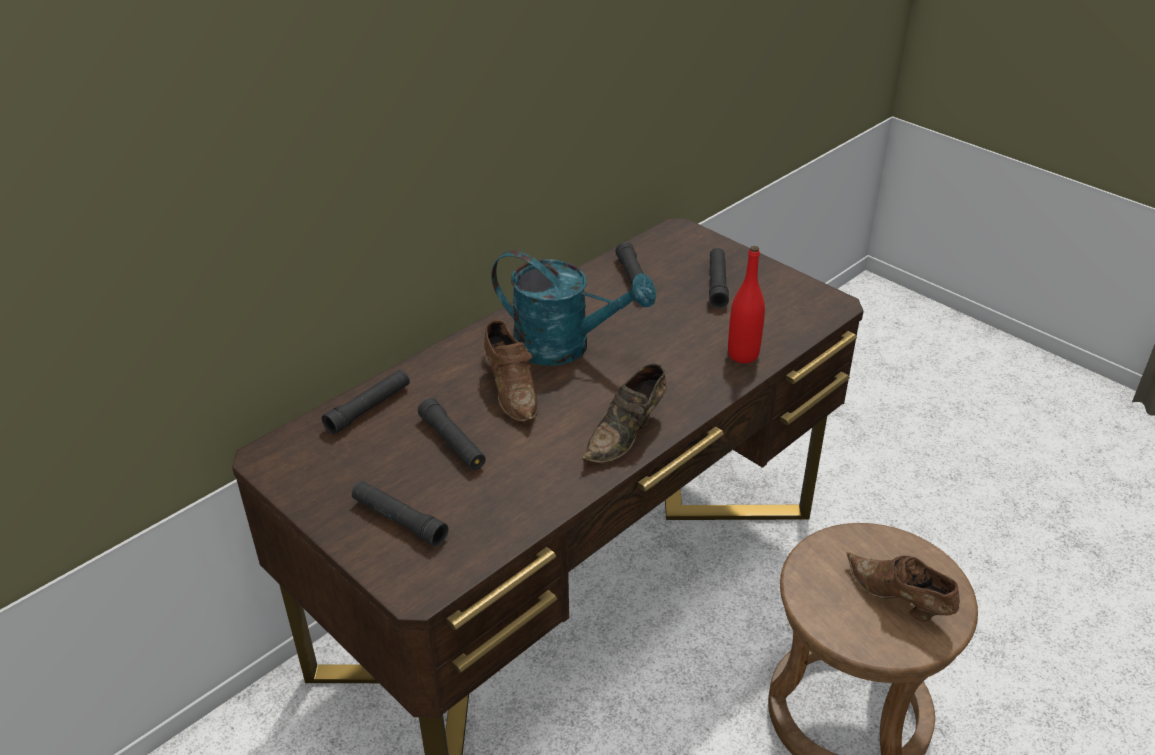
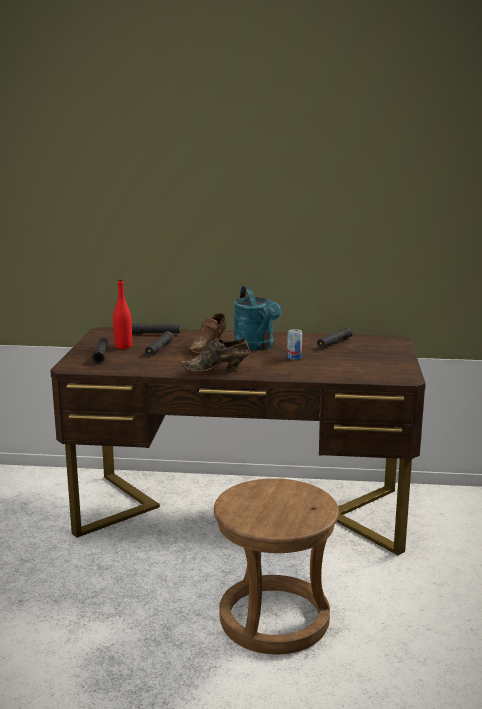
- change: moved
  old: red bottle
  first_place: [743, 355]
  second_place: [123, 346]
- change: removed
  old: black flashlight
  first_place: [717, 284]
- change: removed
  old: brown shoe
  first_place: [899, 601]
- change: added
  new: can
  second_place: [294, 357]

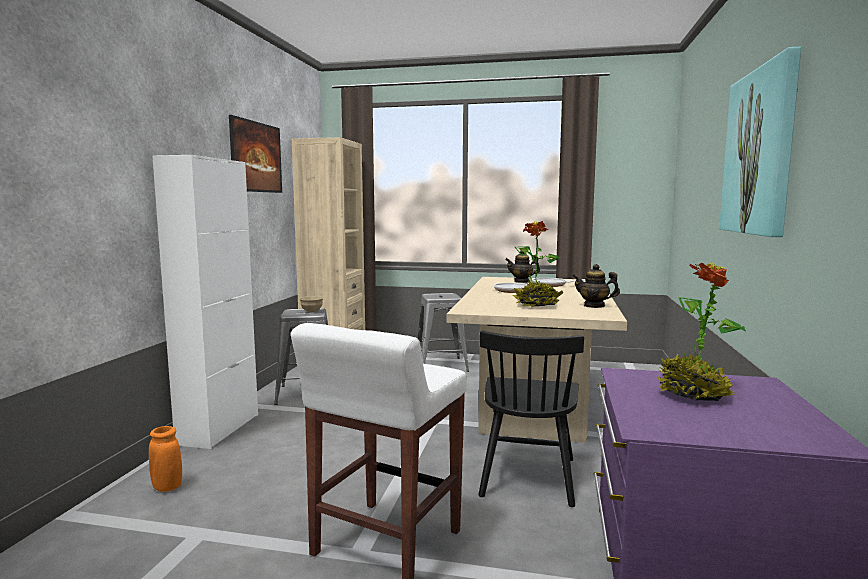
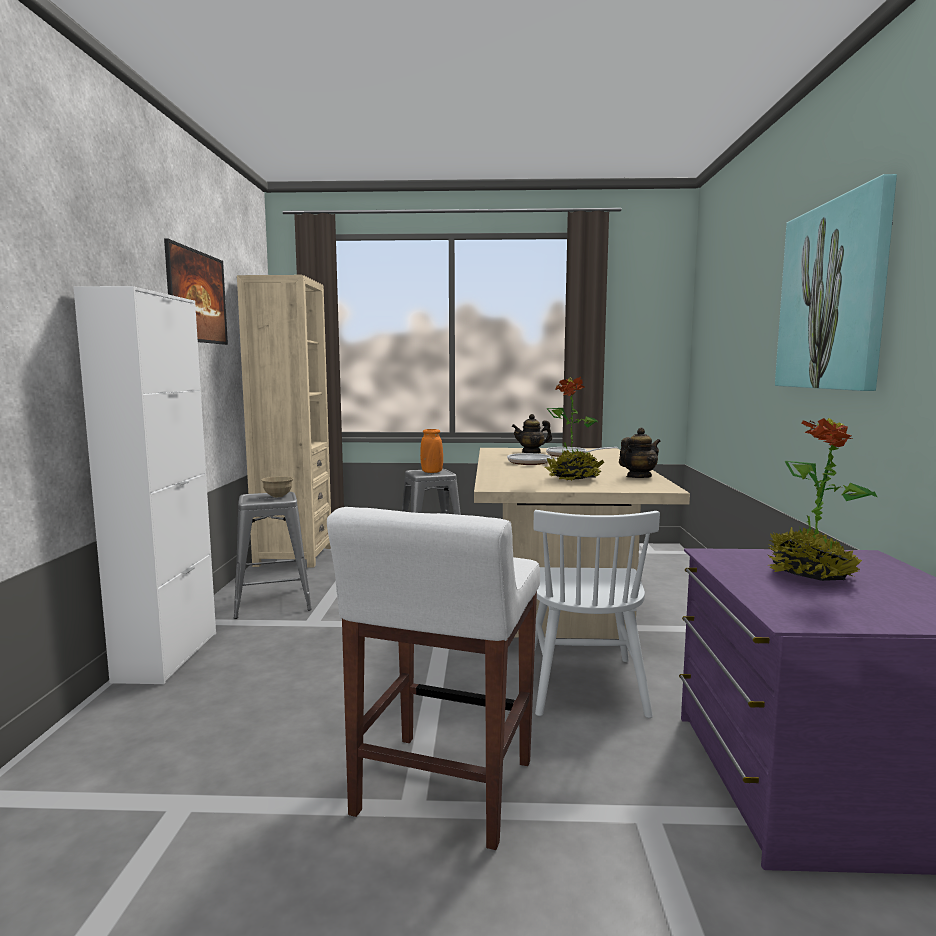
- change: turned
  old: teapot
  first_place: [594, 306]
  second_place: [638, 477]
  degrees: 135
- change: recoloured
  old: black chair
  new: white chair
  first_place: [527, 476]
  second_place: [584, 685]
- change: moved
  old: orange vase
  first_place: [167, 487]
  second_place: [431, 472]

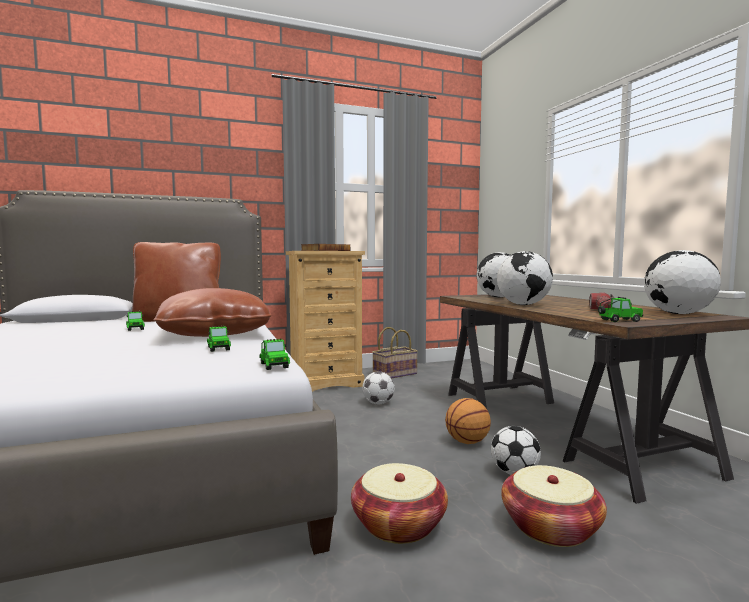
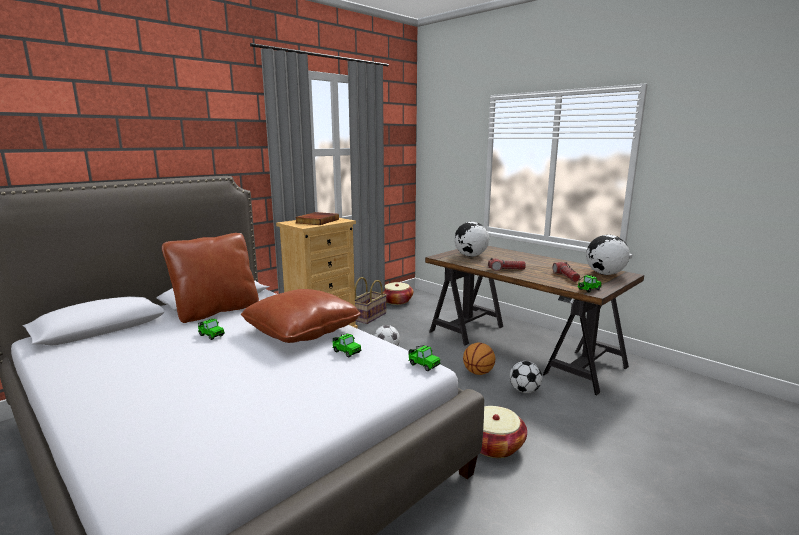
- change: replaced
  old: globe
  new: flashlight
  first_place: [523, 305]
  second_place: [506, 270]
- change: moved
  old: basket
  first_place: [550, 527]
  second_place: [396, 301]

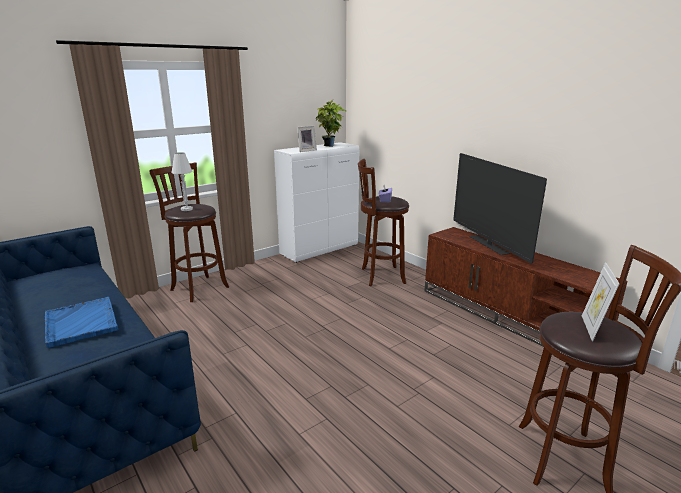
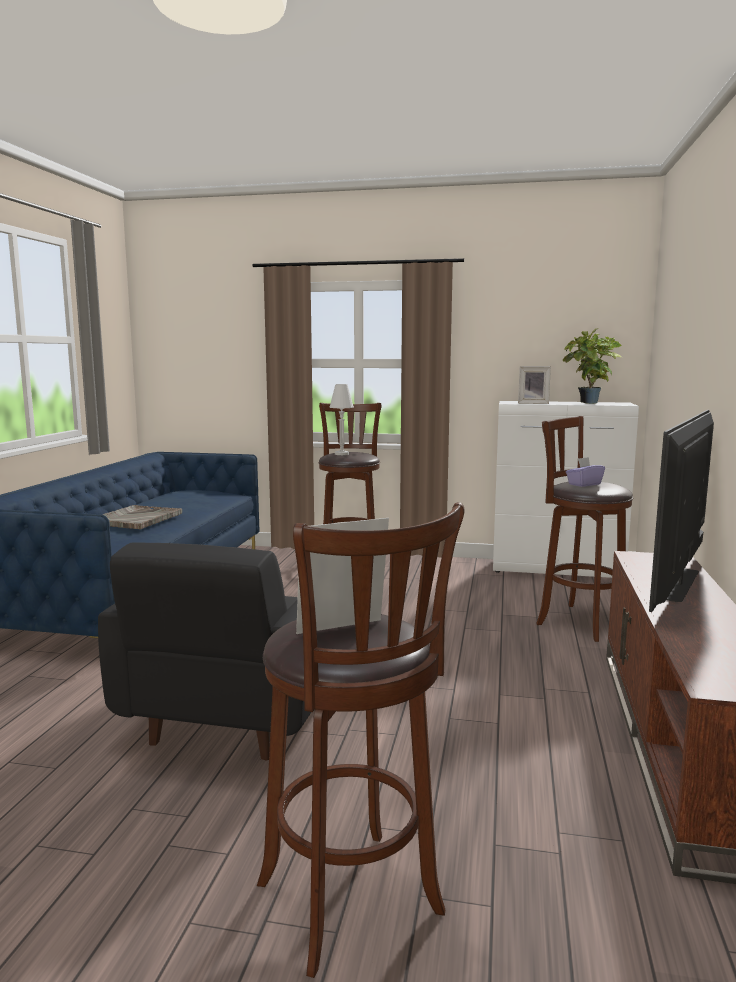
- change: recoloured
  old: blue tray
  new: grey tray
  first_place: [81, 323]
  second_place: [136, 519]
- change: added
  new: black armchair
  second_place: [239, 711]

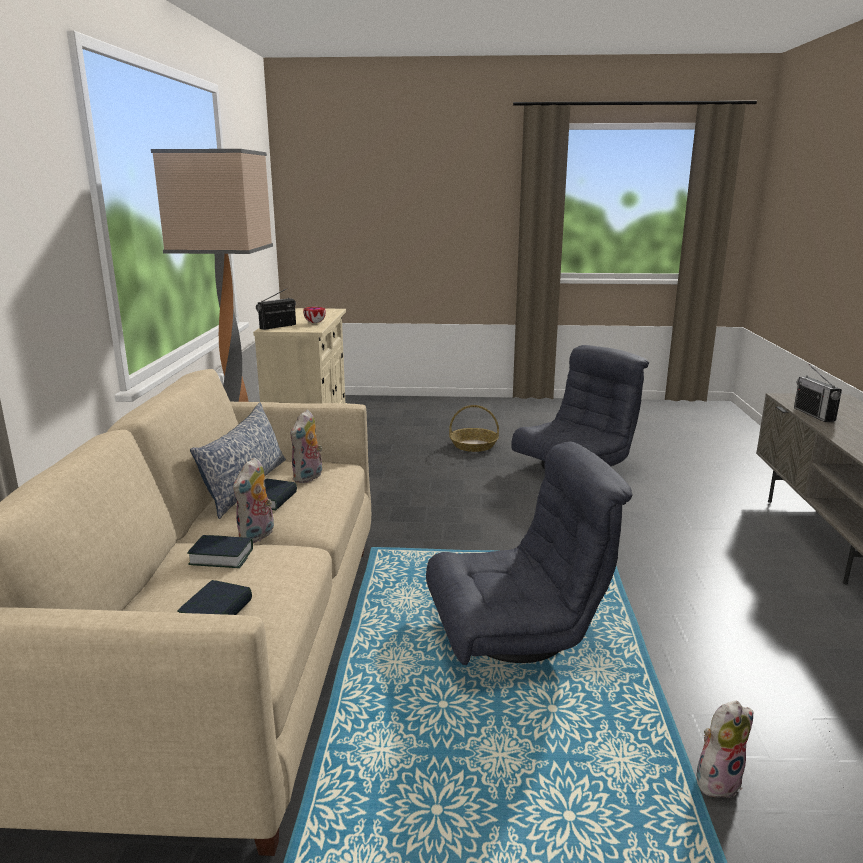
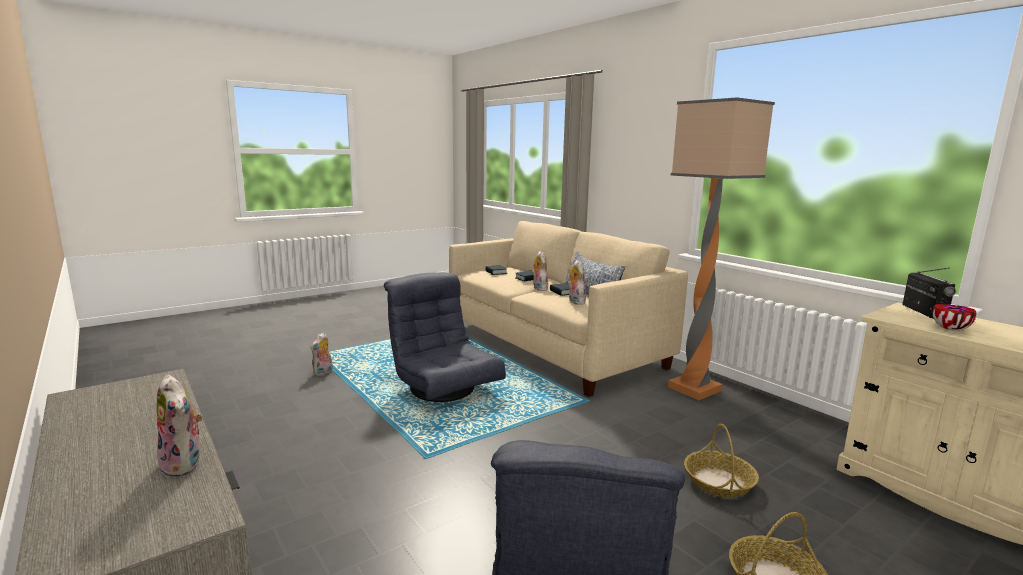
- change: replaced
  old: radio
  new: plush toy
  first_place: [814, 414]
  second_place: [185, 464]
- change: turned
  old: grey armchair
  first_place: [516, 634]
  second_place: [444, 388]
  degrees: 105
- change: added
  new: basket
  second_place: [719, 482]

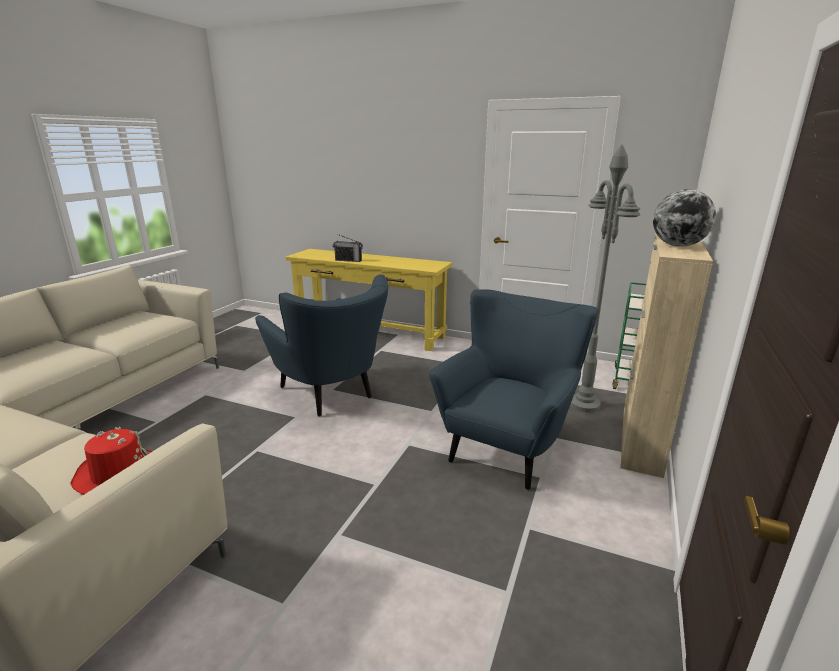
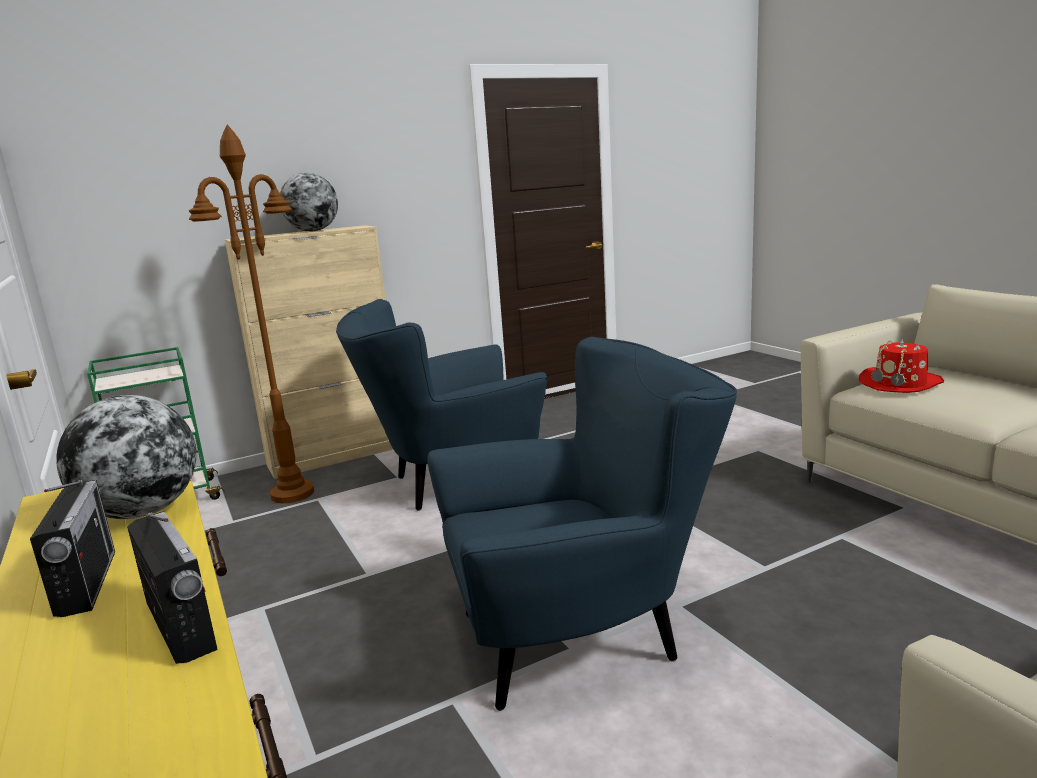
- change: recoloured
  old: grey floor lamp
  new: brown floor lamp
  first_place: [584, 405]
  second_place: [293, 493]
- change: turned
  old: blue armchair
  first_place: [330, 394]
  second_place: [583, 635]
  degrees: 75
- change: added
  new: globe
  second_place: [143, 512]
- change: added
  new: radio
  second_place: [87, 583]

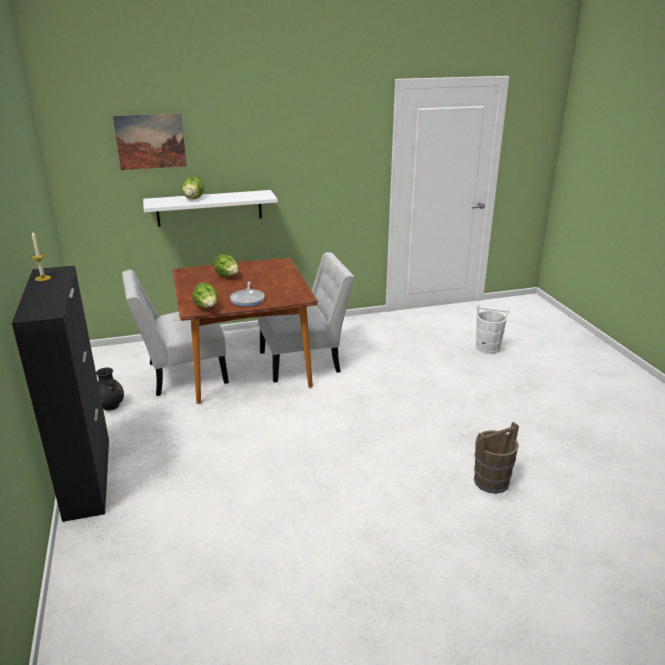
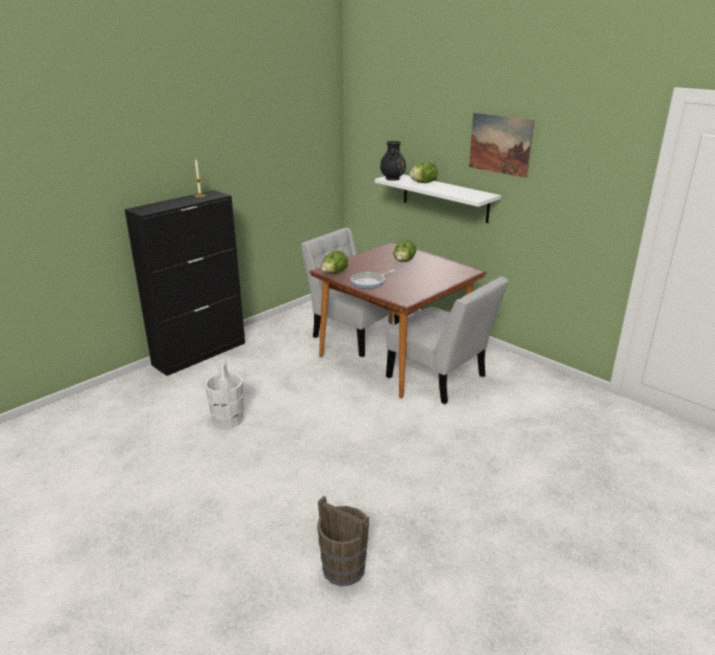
- change: moved
  old: picture
  first_place: [150, 141]
  second_place: [500, 144]
- change: moved
  old: white bucket
  first_place: [487, 347]
  second_place: [228, 419]
- change: moved
  old: black vase
  first_place: [110, 406]
  second_place: [392, 178]

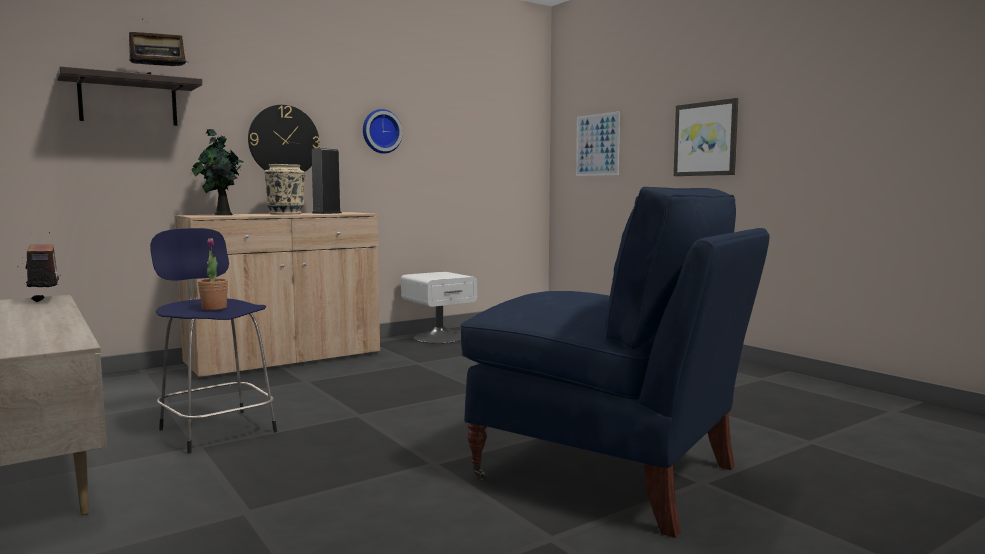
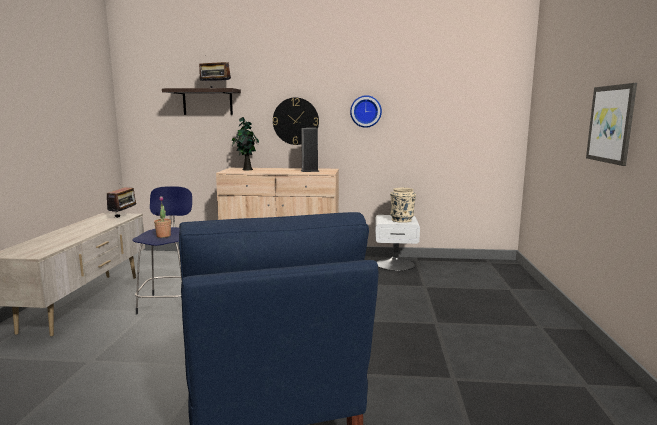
- change: removed
  old: picture
  first_place: [597, 145]
- change: moved
  old: beige vase
  first_place: [286, 214]
  second_place: [402, 220]

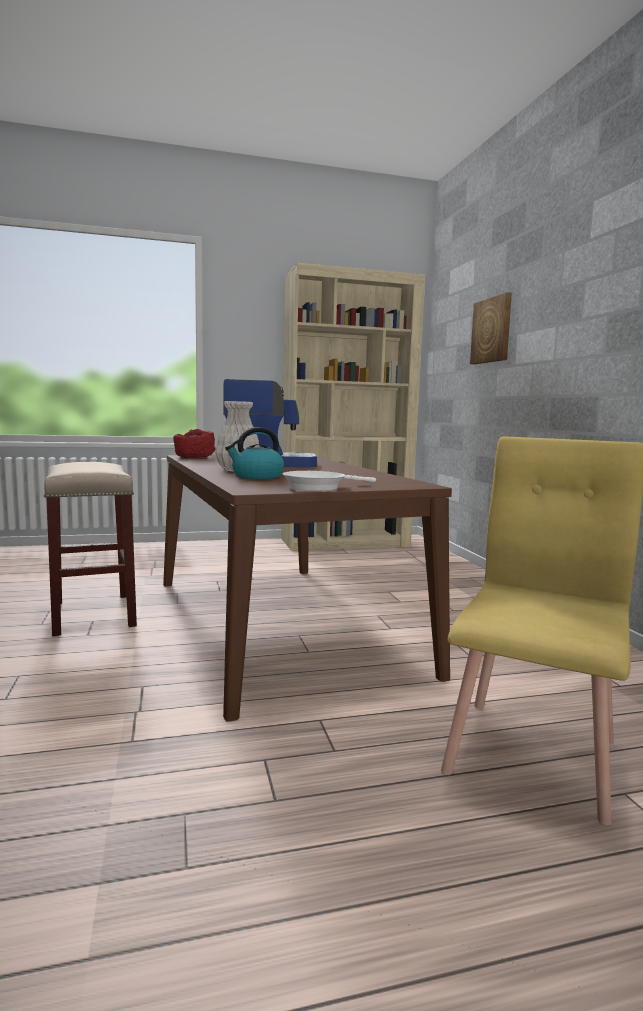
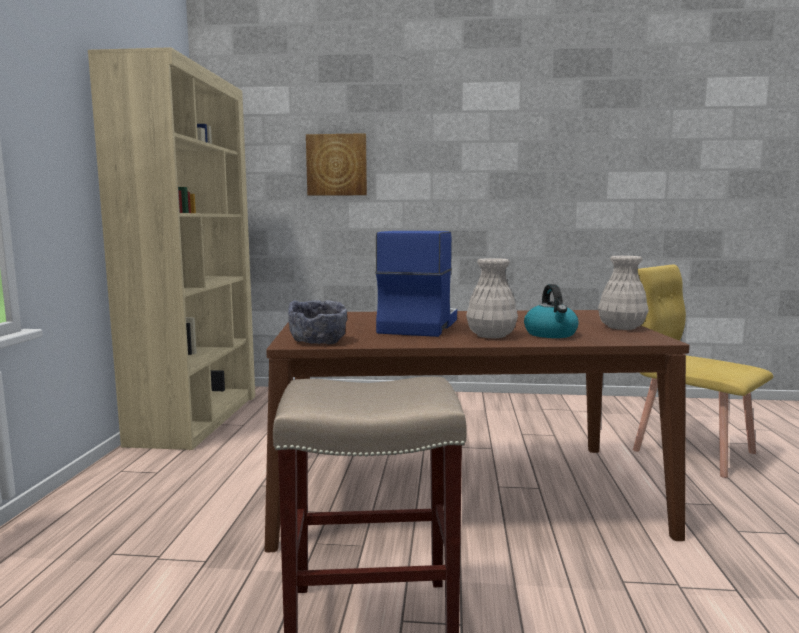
- change: recoloured
  old: red bowl
  new: grey bowl
  first_place: [194, 457]
  second_place: [318, 341]
- change: replaced
  old: white frying pan
  new: white vase
  first_place: [318, 487]
  second_place: [621, 327]

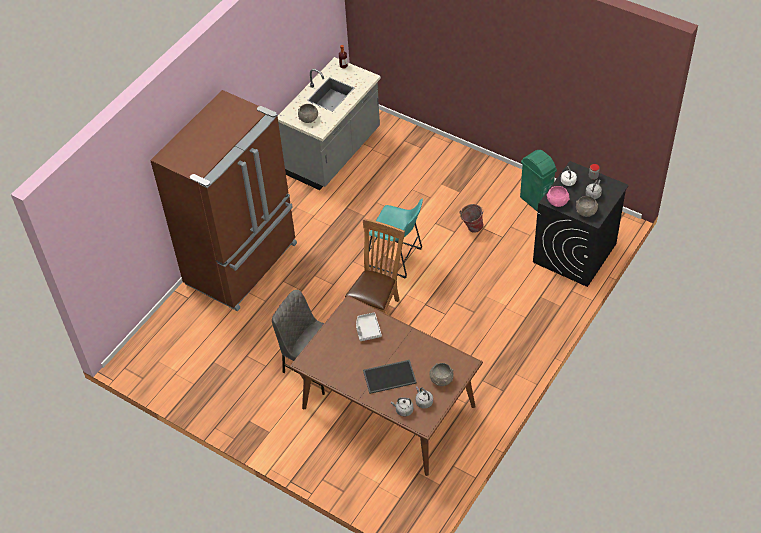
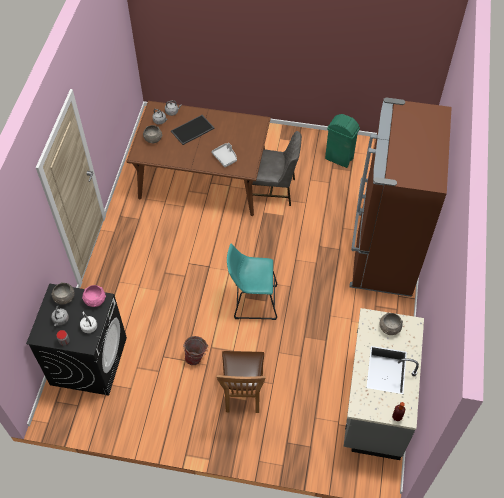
- change: moved
  old: green trash can
  first_place: [535, 201]
  second_place: [339, 159]
- change: moved
  old: brown chair
  first_place: [377, 308]
  second_place: [242, 395]

